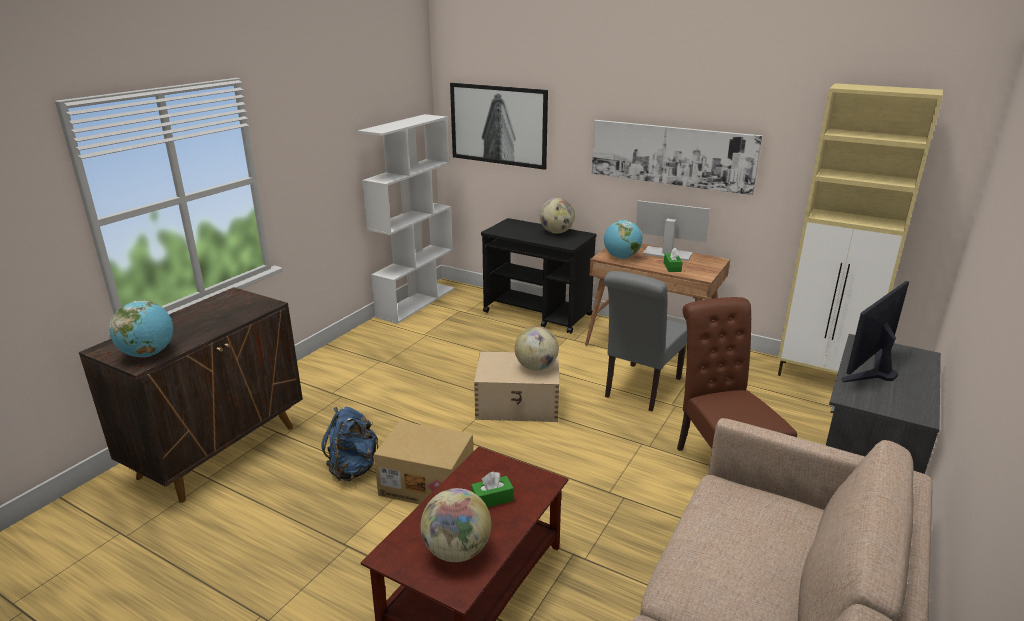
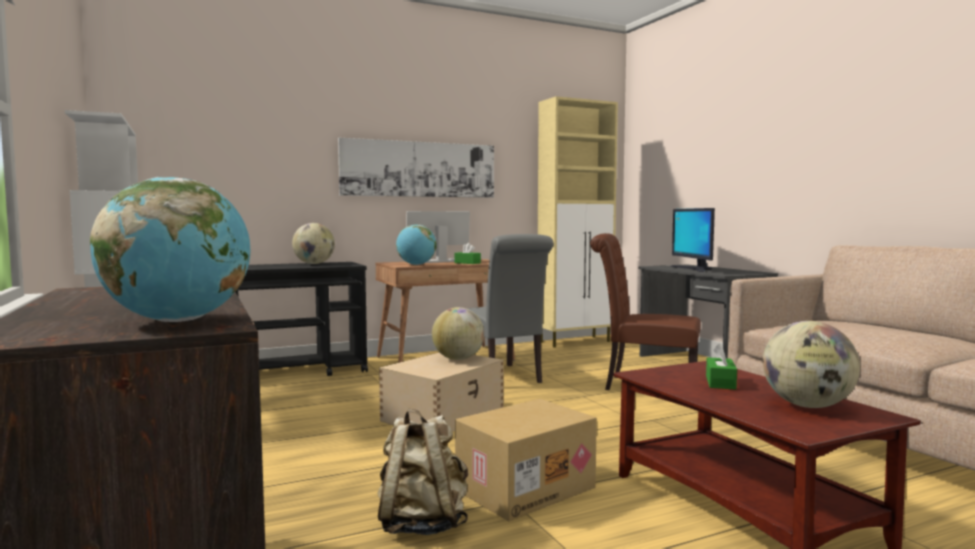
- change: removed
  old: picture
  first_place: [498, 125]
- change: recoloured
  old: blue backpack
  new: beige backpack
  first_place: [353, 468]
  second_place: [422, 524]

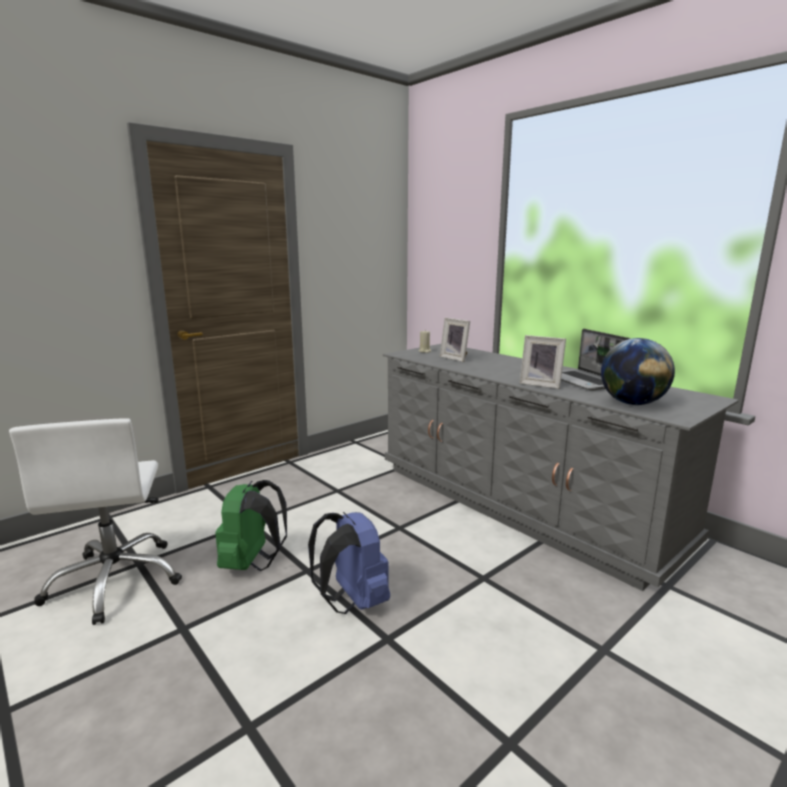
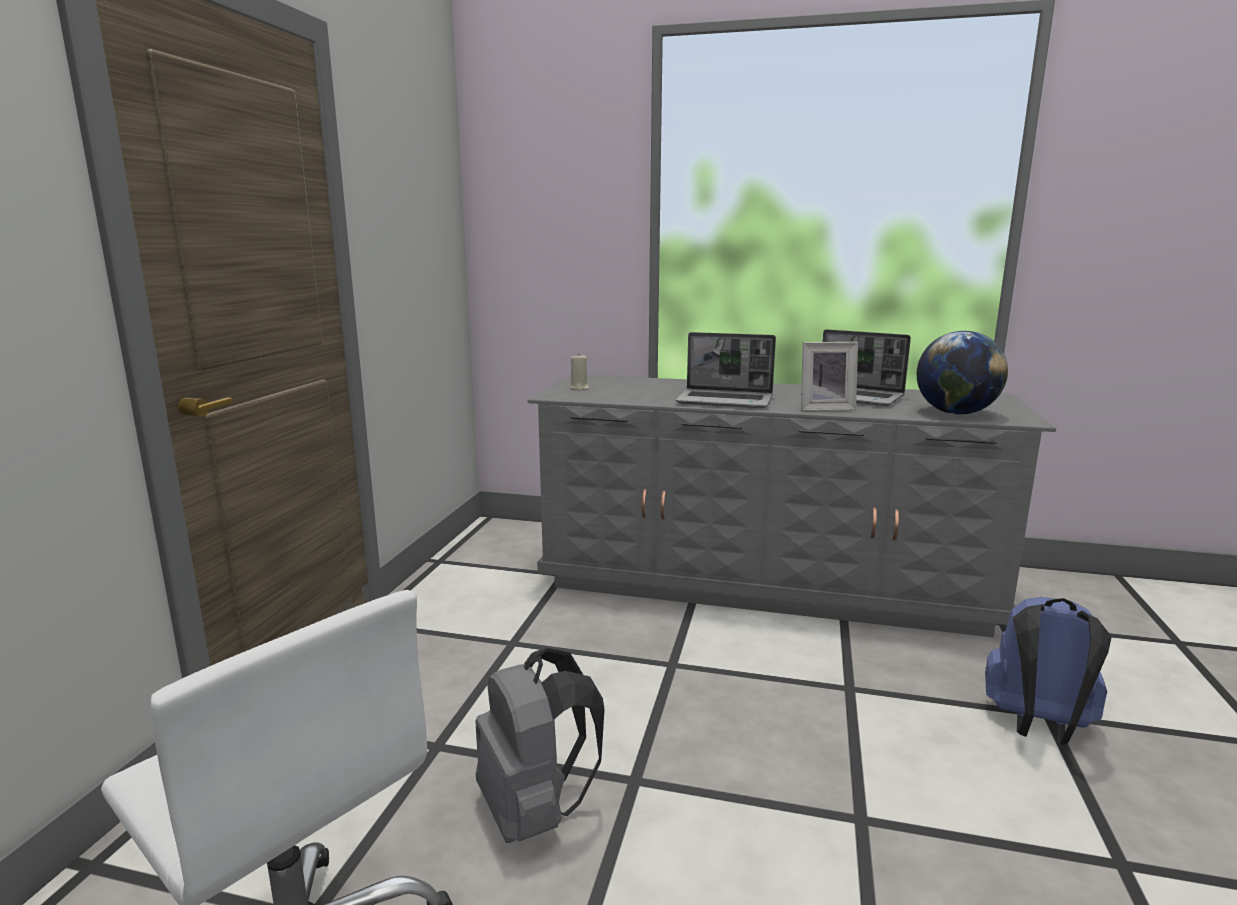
- change: removed
  old: picture frame
  first_place: [456, 358]
- change: recoloured
  old: green backpack
  new: grey backpack
  first_place: [252, 563]
  second_place: [535, 811]
- change: moved
  old: blue backpack
  first_place: [352, 601]
  second_place: [1037, 727]
- change: added
  new: laptop
  second_place: [726, 401]

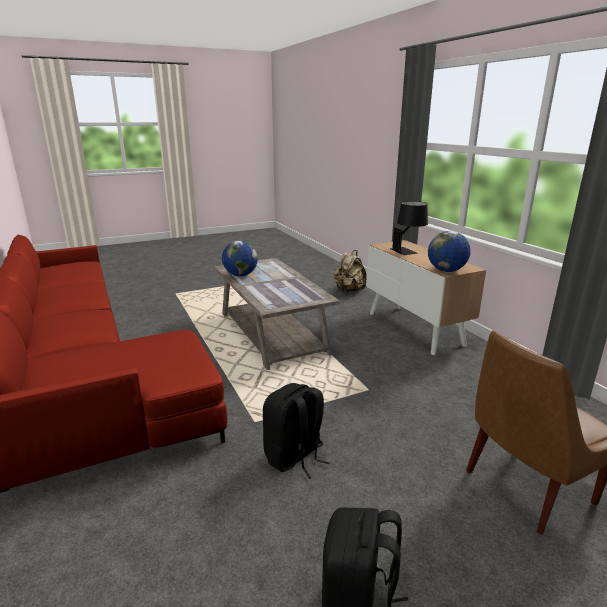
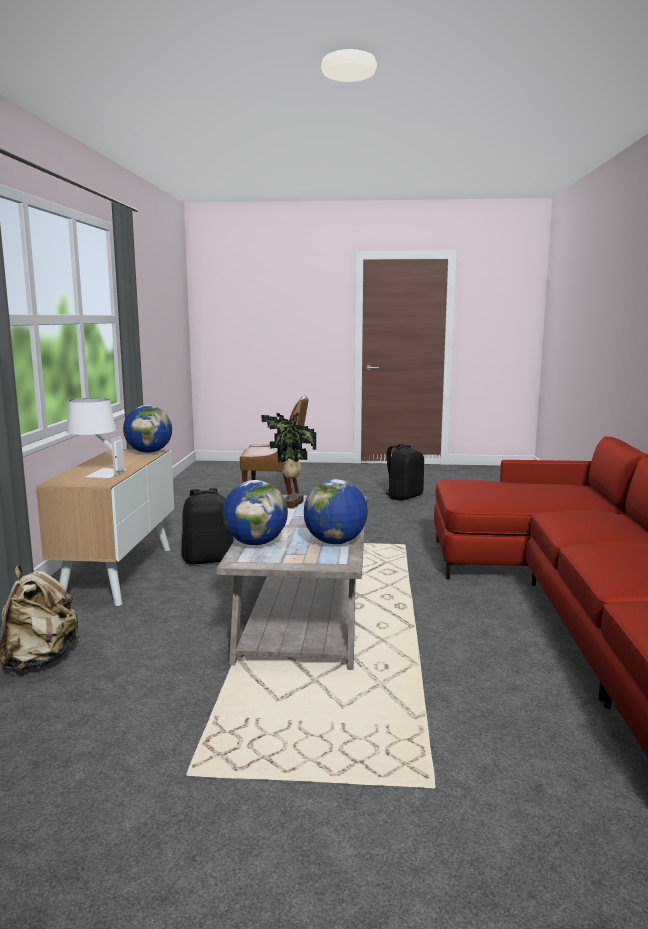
- change: recoloured
  old: black table lamp
  new: white table lamp
  first_place: [408, 250]
  second_place: [97, 472]
- change: moved
  old: black backpack
  first_place: [295, 457]
  second_place: [208, 559]
- change: added
  new: potted plant
  second_place: [290, 504]
- change: added
  new: globe
  second_place: [255, 543]

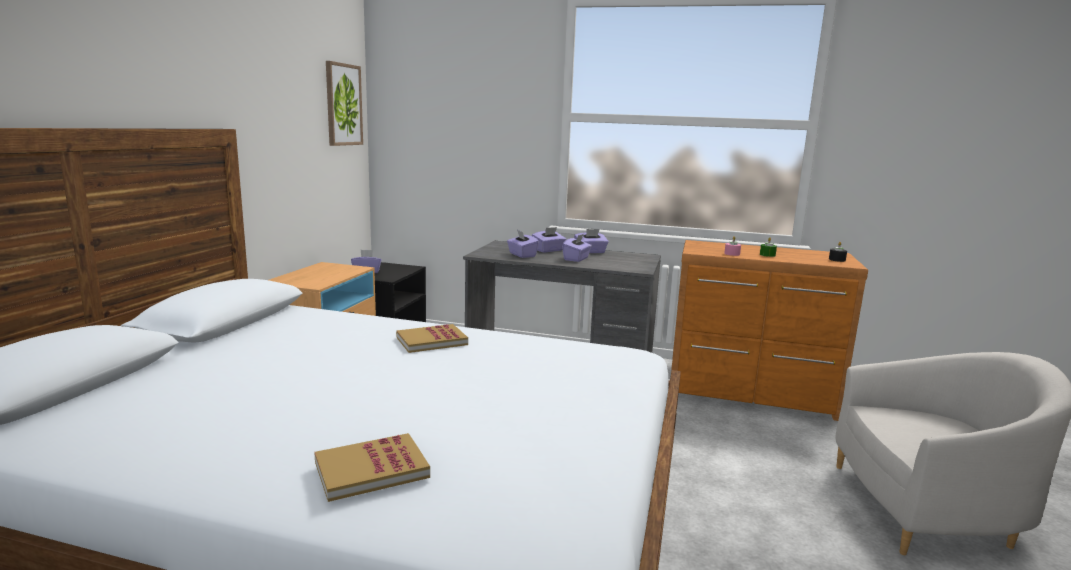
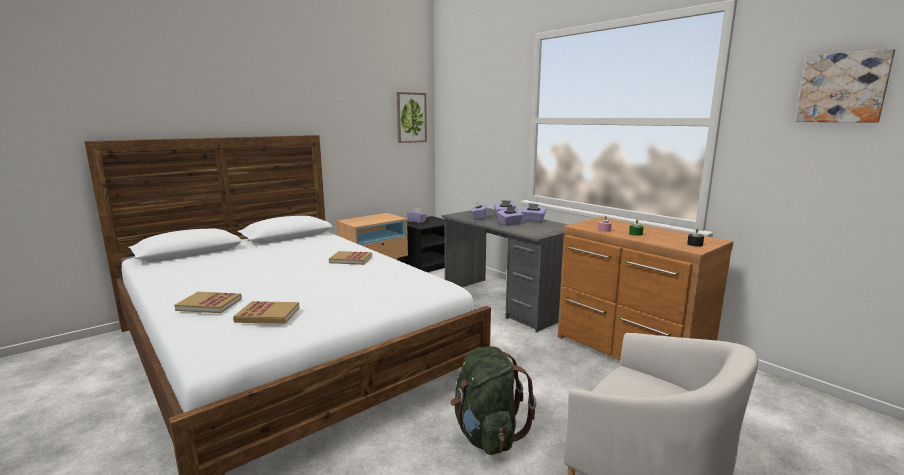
- change: added
  new: picture
  second_place: [843, 88]
- change: added
  new: book
  second_place: [267, 315]
- change: added
  new: green backpack
  second_place: [487, 434]

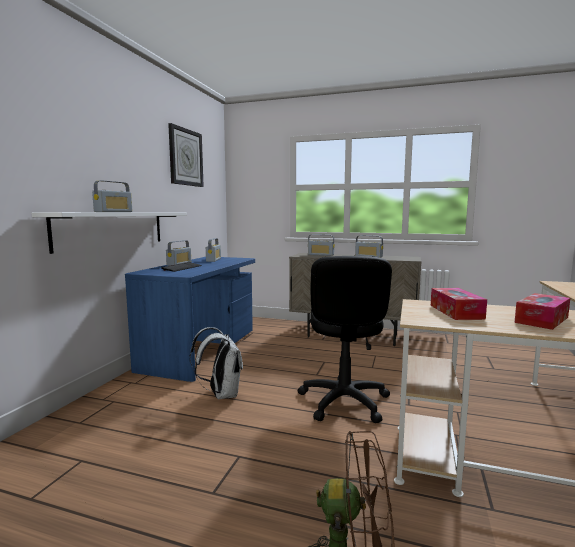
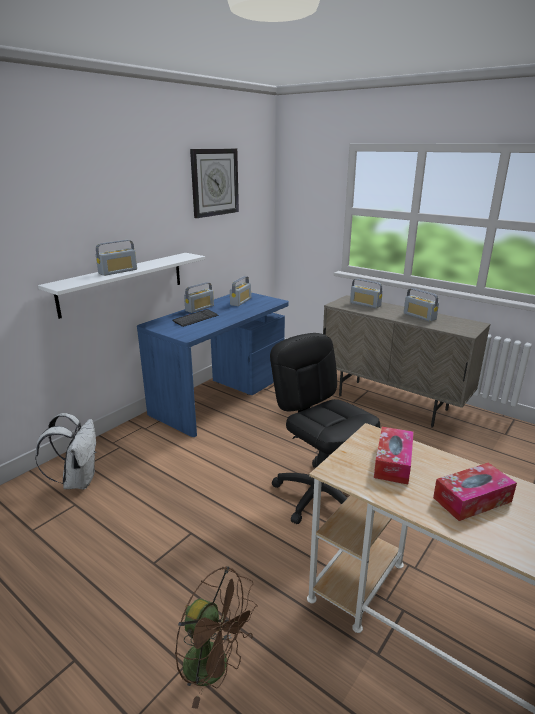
- change: turned
  old: black office chair
  first_place: [343, 401]
  second_place: [321, 494]
  degrees: 120
- change: moved
  old: white backpack
  first_place: [221, 394]
  second_place: [78, 480]

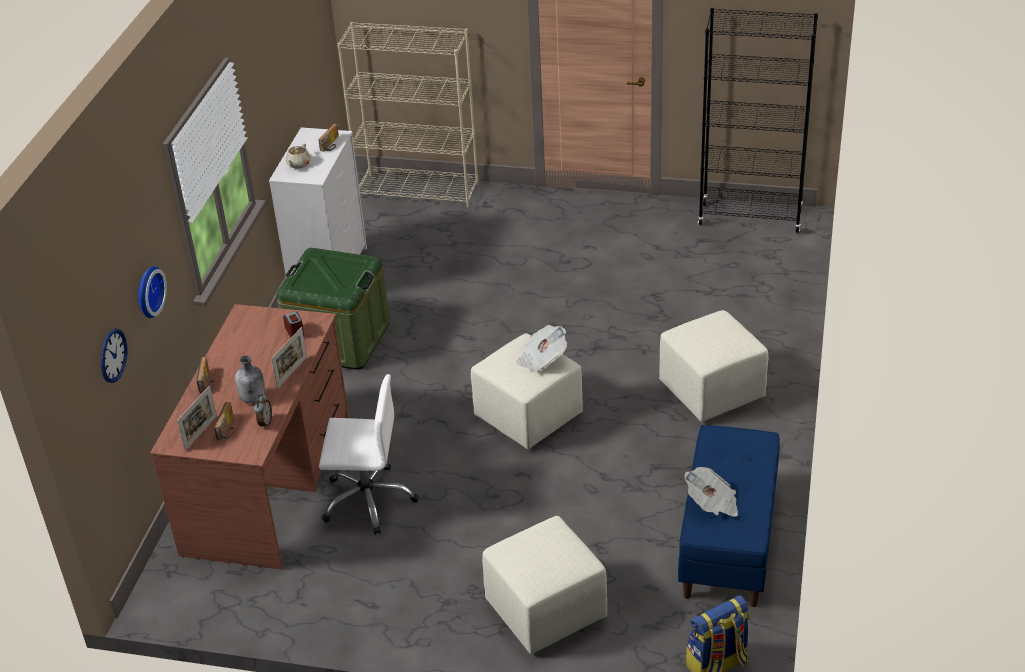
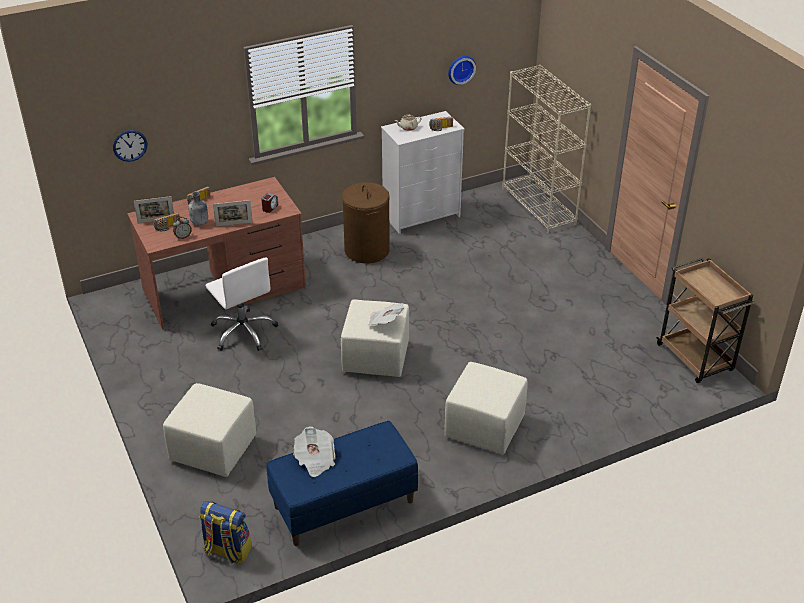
- change: replaced
  old: black bookcase
  new: brown cart
  first_place: [750, 218]
  second_place: [695, 359]
- change: replaced
  old: green storage box
  new: brown laundry basket
  first_place: [339, 340]
  second_place: [366, 250]
- change: moved
  old: wall clock
  first_place: [147, 291]
  second_place: [460, 69]

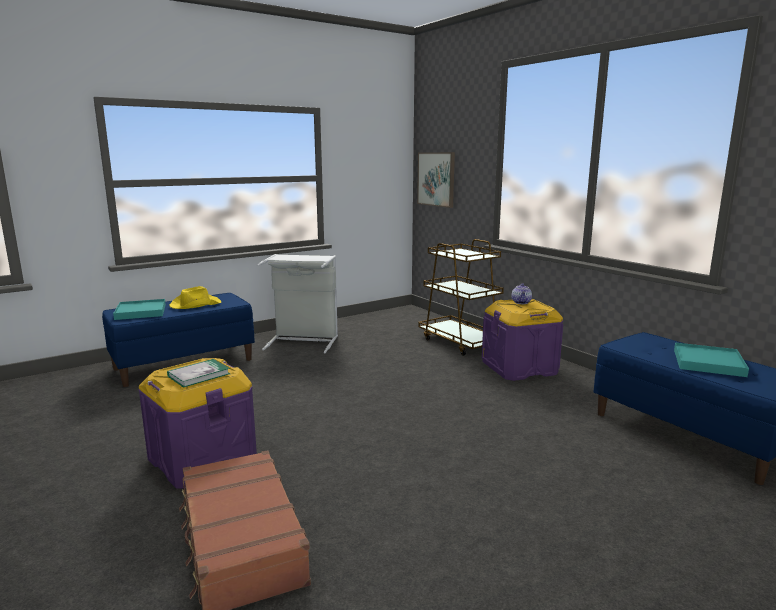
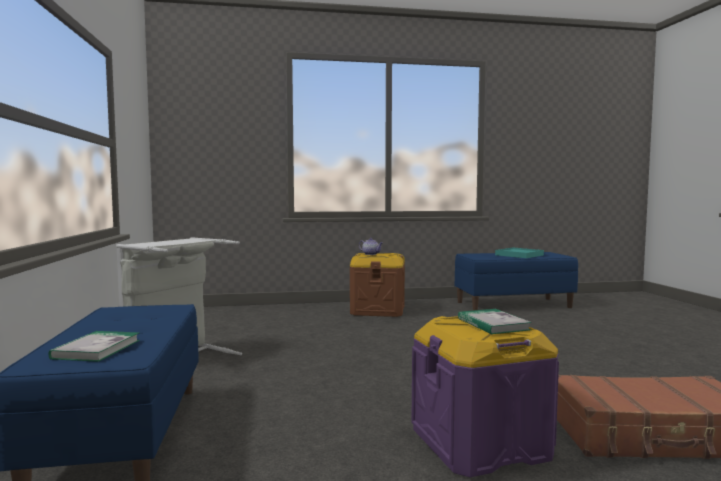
- change: removed
  old: picture
  first_place: [436, 179]
- change: removed
  old: brown cart
  first_place: [460, 342]
- change: removed
  old: yellow hat
  first_place: [195, 304]
- change: replaced
  old: turquoise tray
  new: book
  first_place: [141, 312]
  second_place: [97, 349]
- change: recoloured
  old: purple storage box
  new: brown storage box
  first_place: [519, 368]
  second_place: [378, 310]

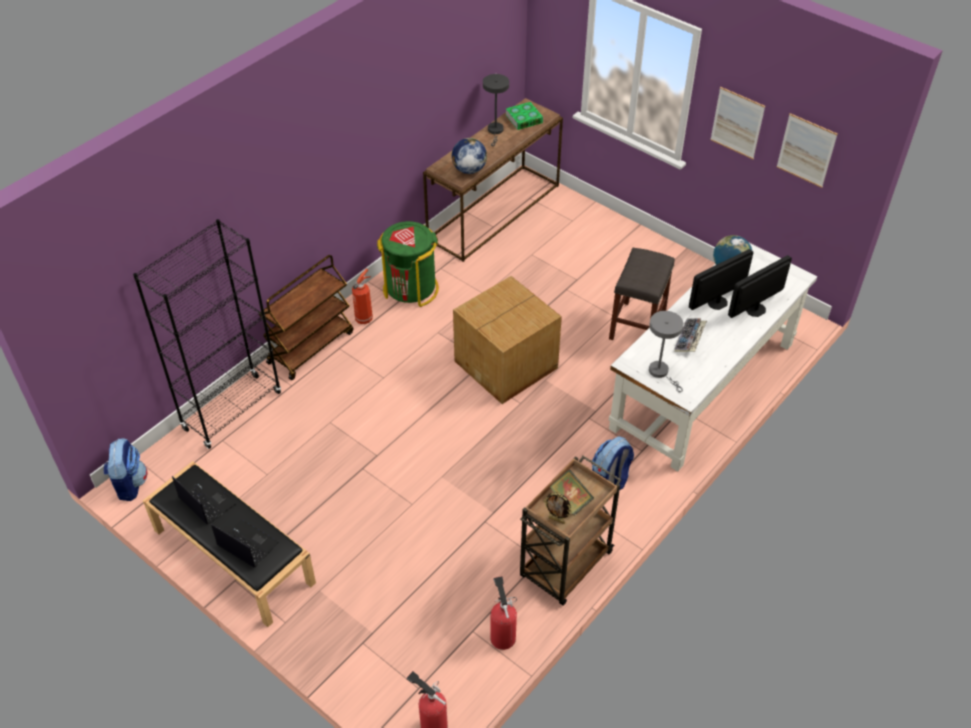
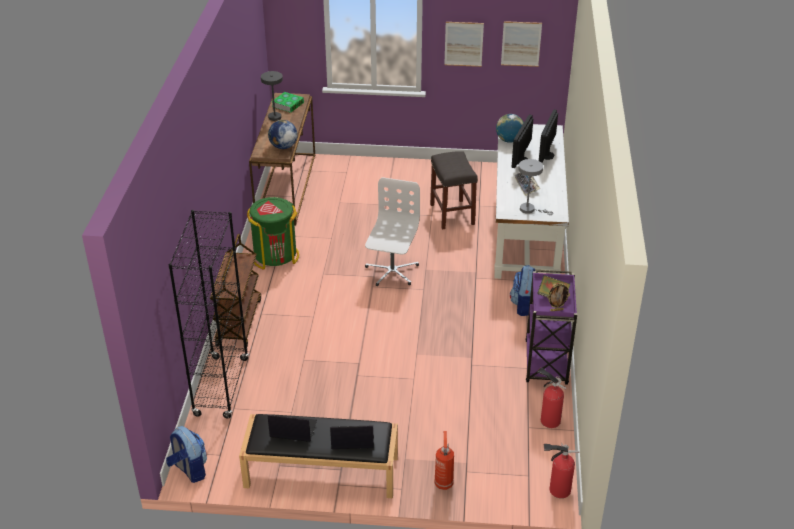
- change: moved
  old: fire extinguisher
  first_place: [364, 318]
  second_place: [443, 482]
- change: replaced
  old: cardboard box
  new: white office chair
  first_place: [507, 364]
  second_place: [391, 271]
- change: recoloured
  old: brown cart
  new: purple cart
  first_place: [565, 566]
  second_place: [546, 363]

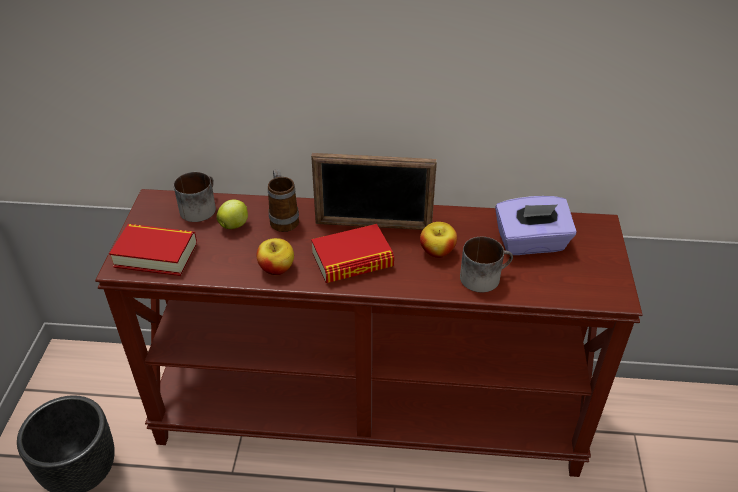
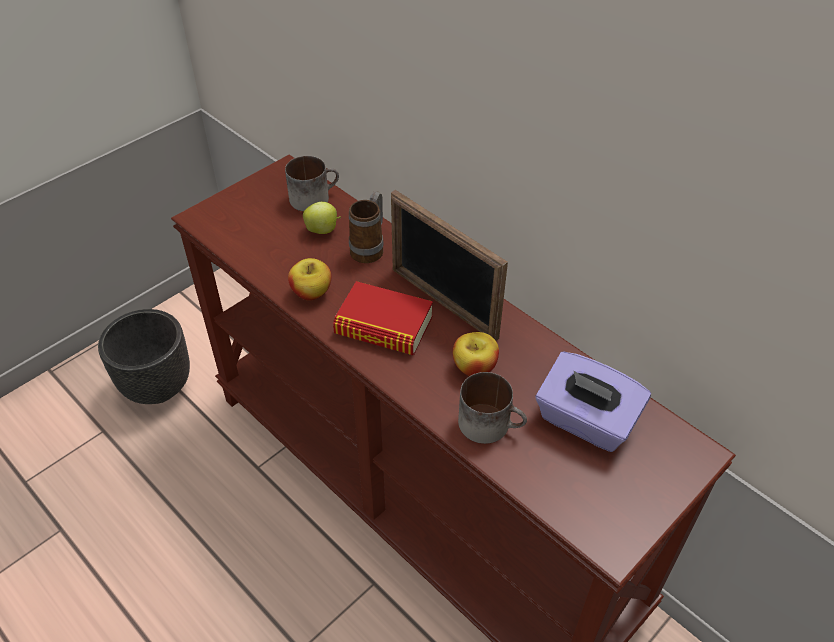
- change: removed
  old: book
  first_place: [156, 255]

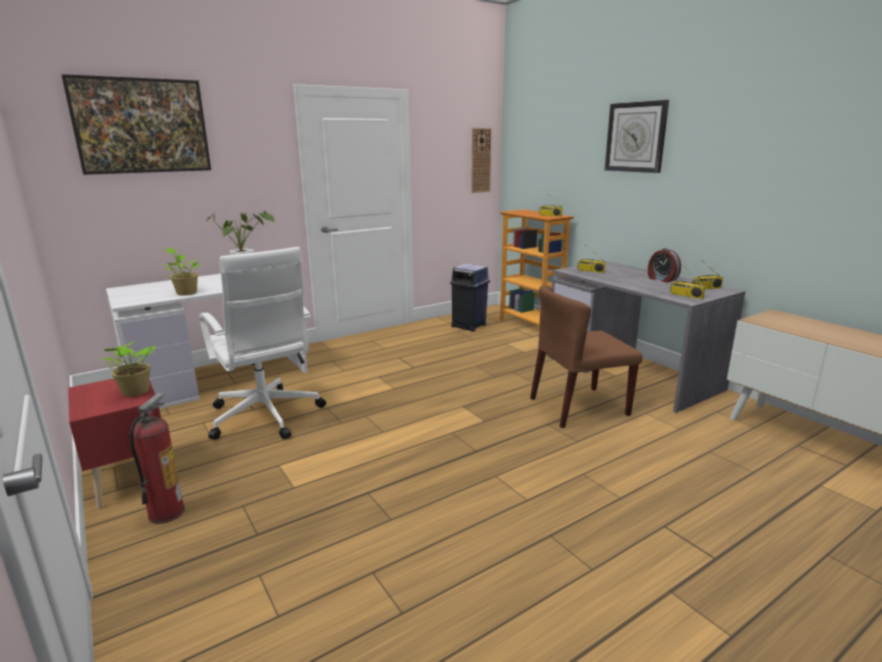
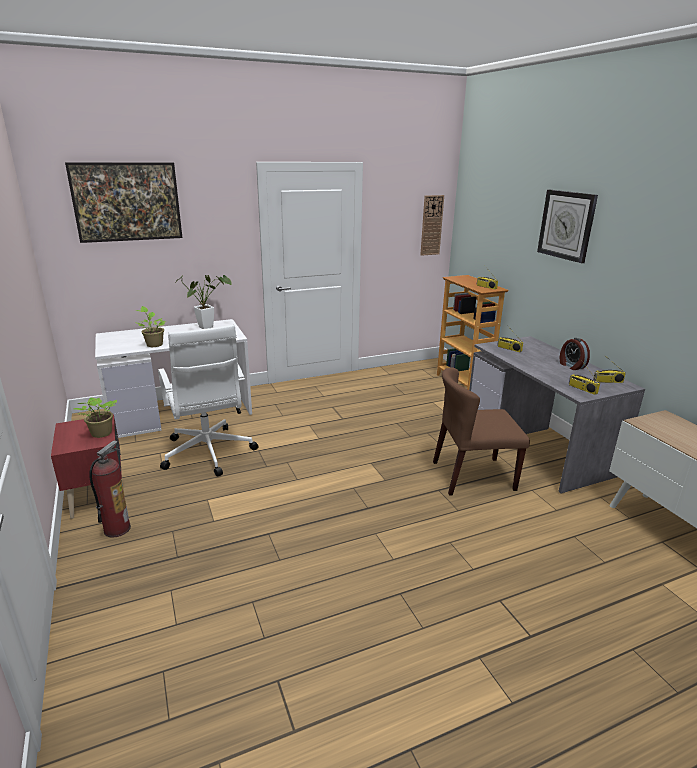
- change: removed
  old: blue trash can
  first_place: [469, 326]

